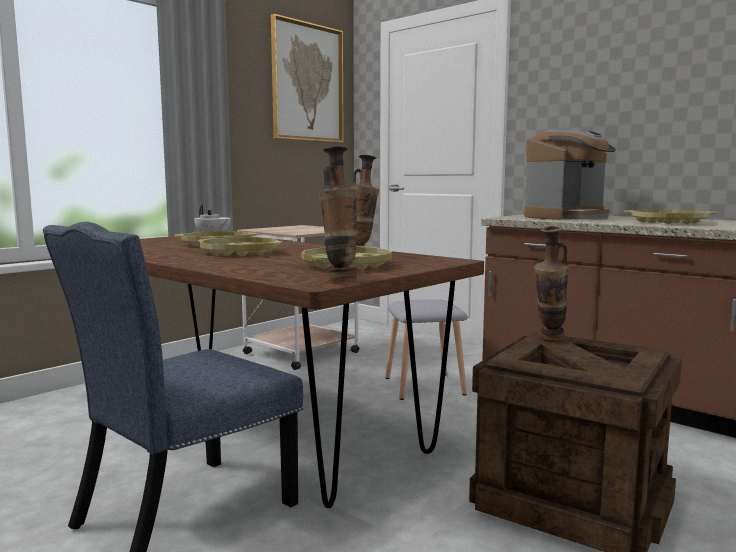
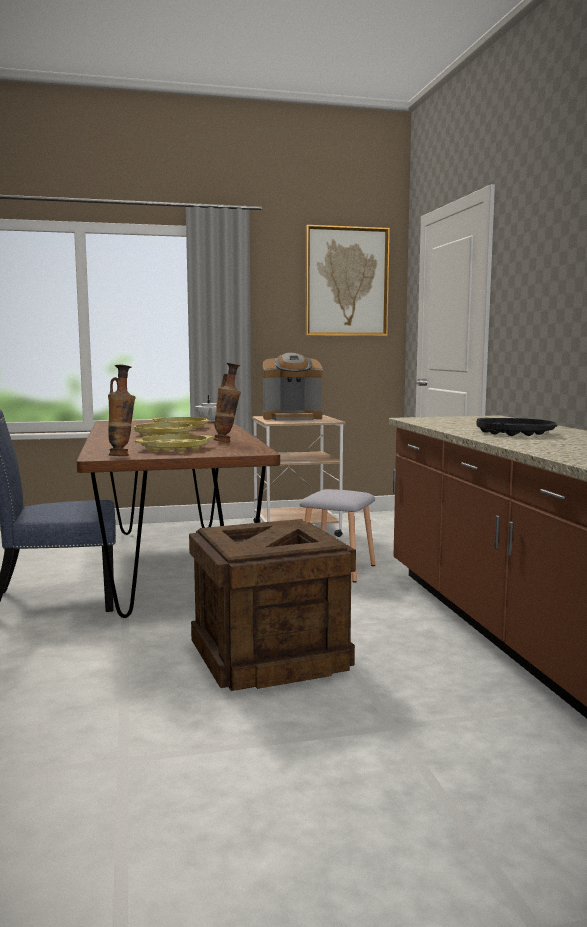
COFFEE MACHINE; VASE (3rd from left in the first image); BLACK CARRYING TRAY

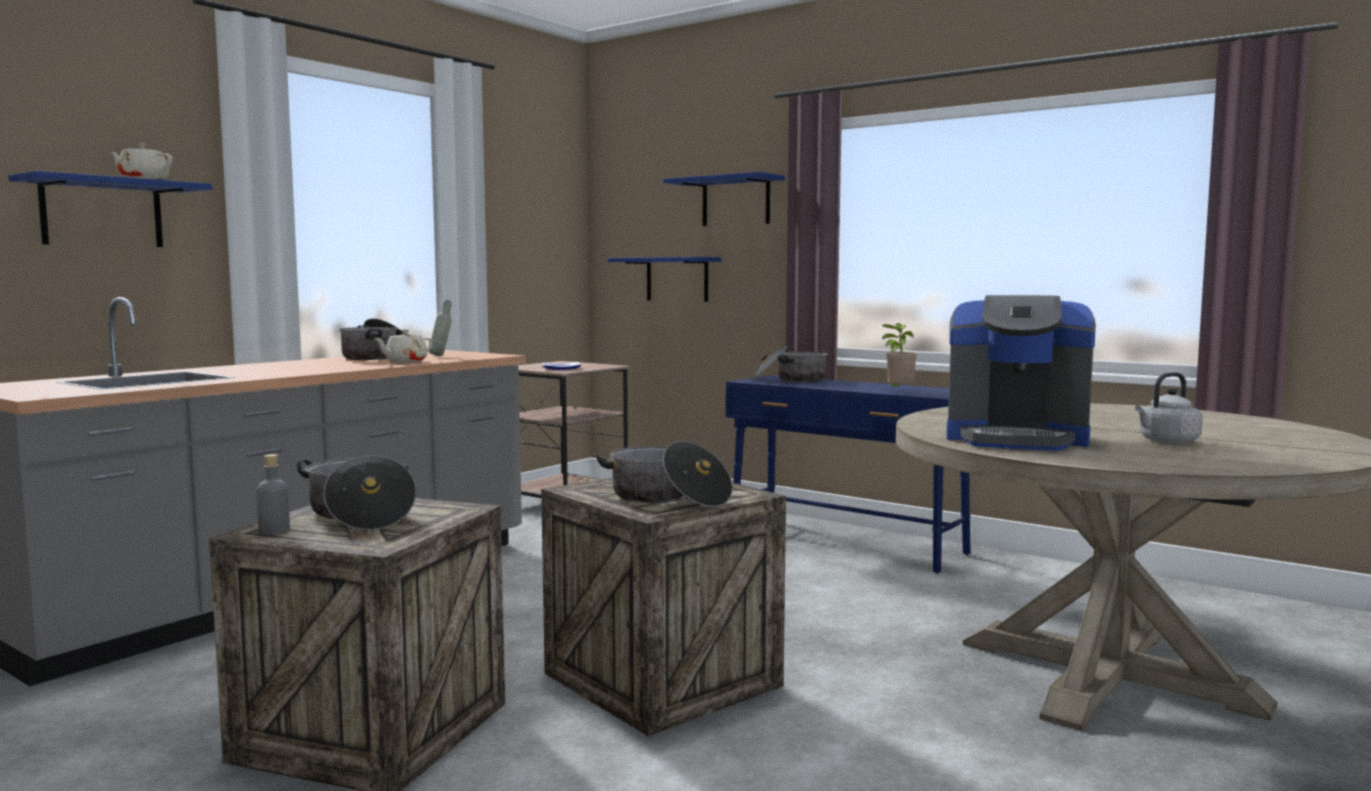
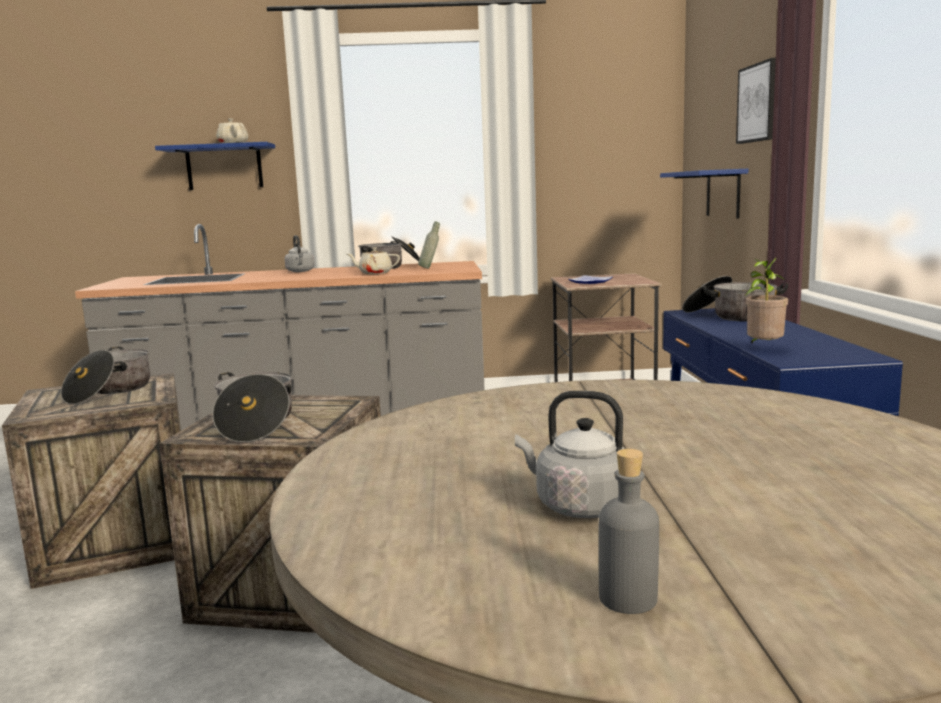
GREY BEVERAGE BOTTLE (2nd from left); WALL PICTURE; COFFEE MACHINE; GREY KETTLE (1st from left)

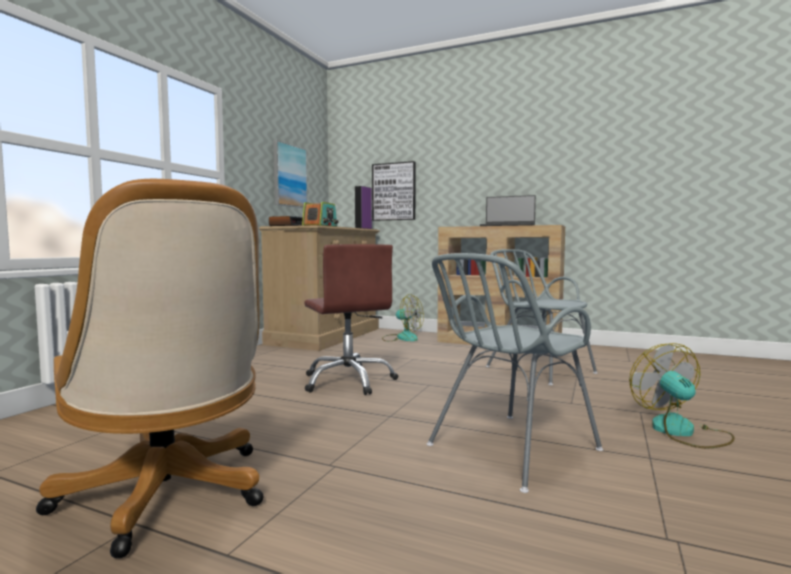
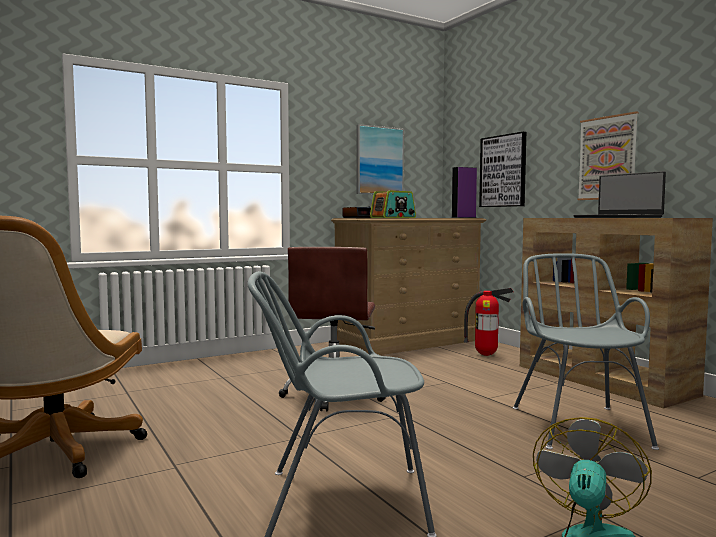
FIRE EXTINGUISHER; WALL PICTURE (3rd from left)

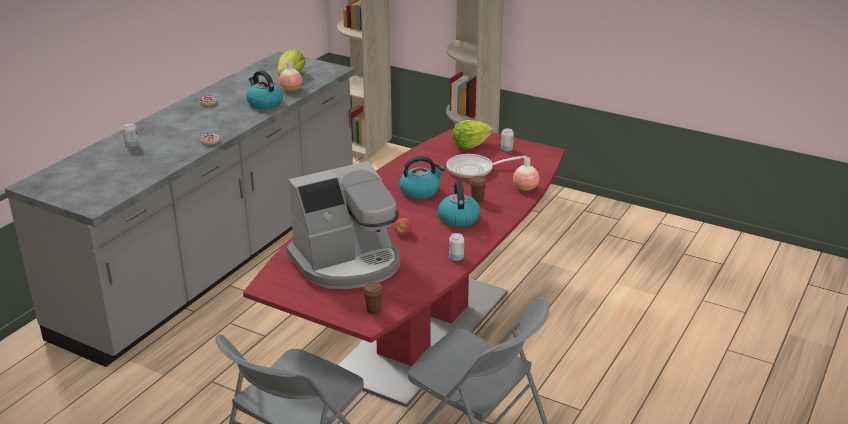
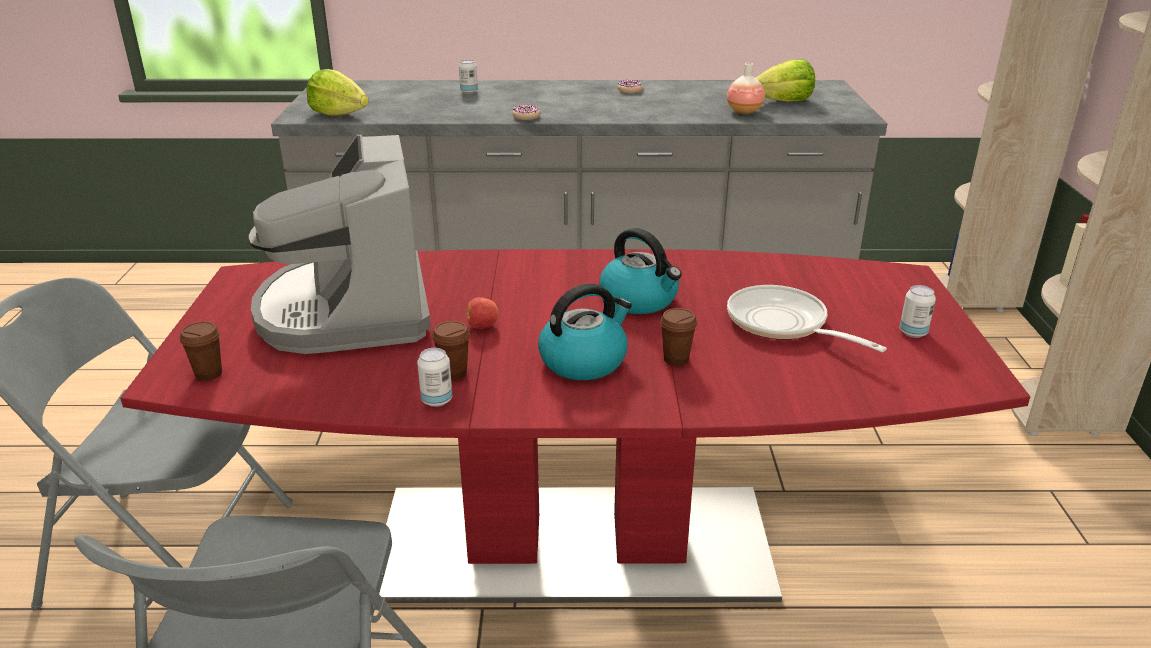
KETTLE (1st from left in the first image); COFFEE MACHINE; LETTUCE (1st from left); VASE (2nd from left in the first image); BROWN CUP (2nd from left)

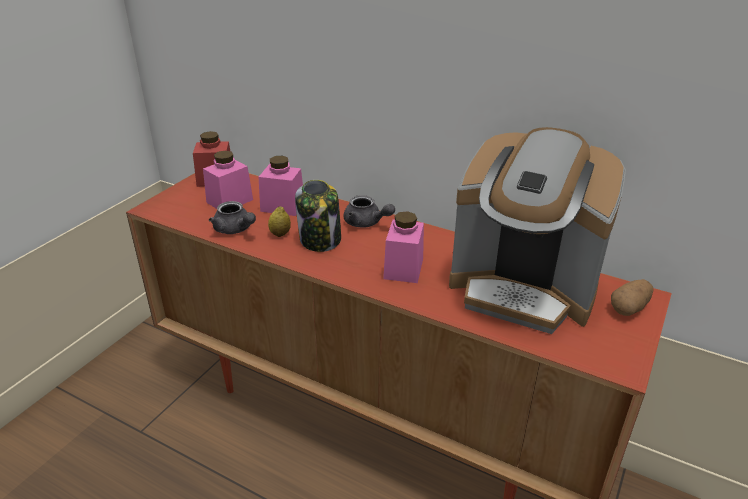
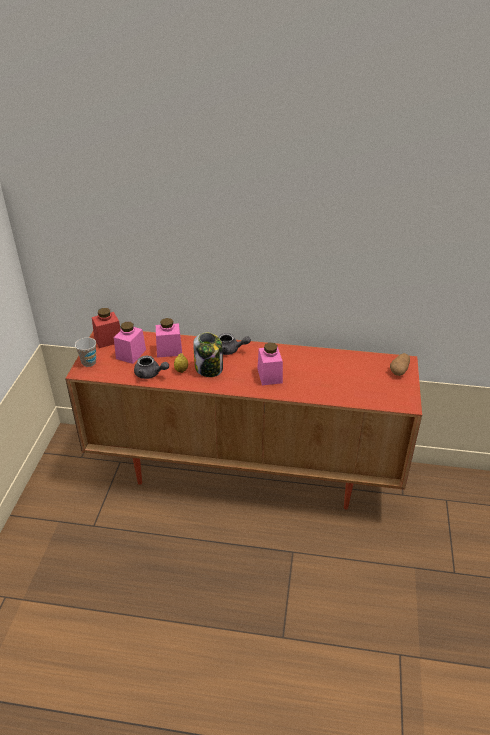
COFFEE MACHINE; CUP

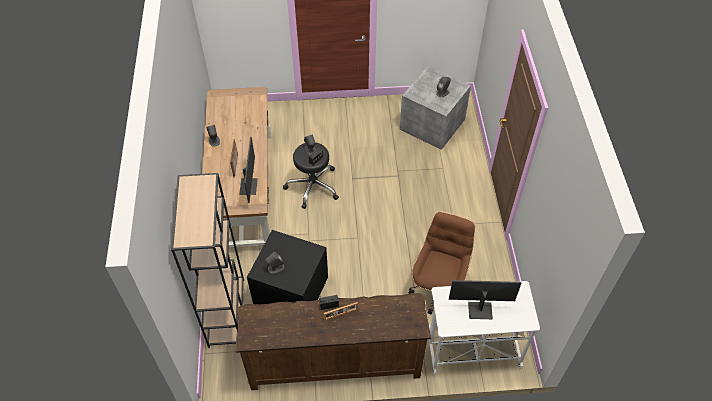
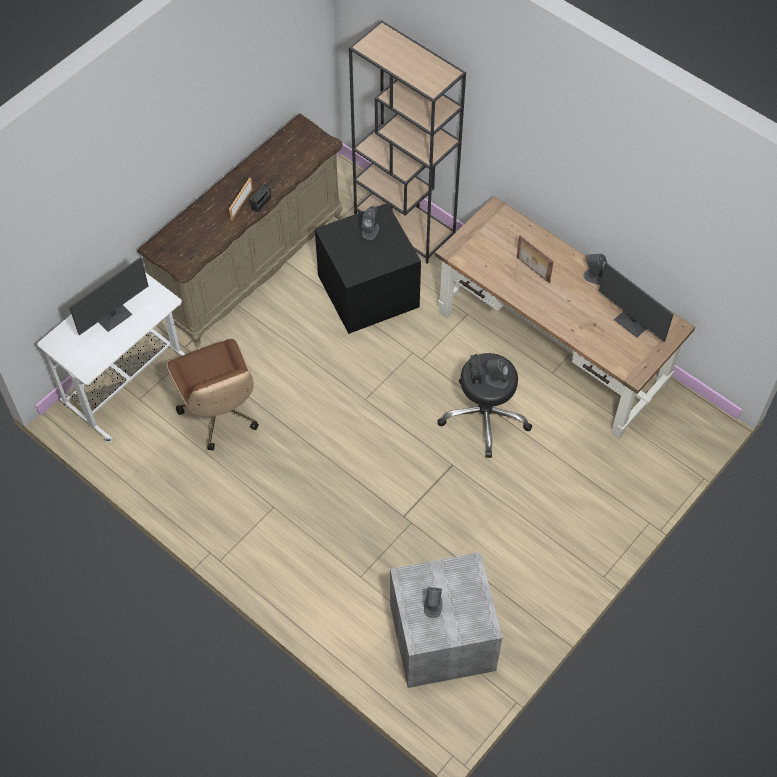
COMPUTER SCREEN (2nd from left)

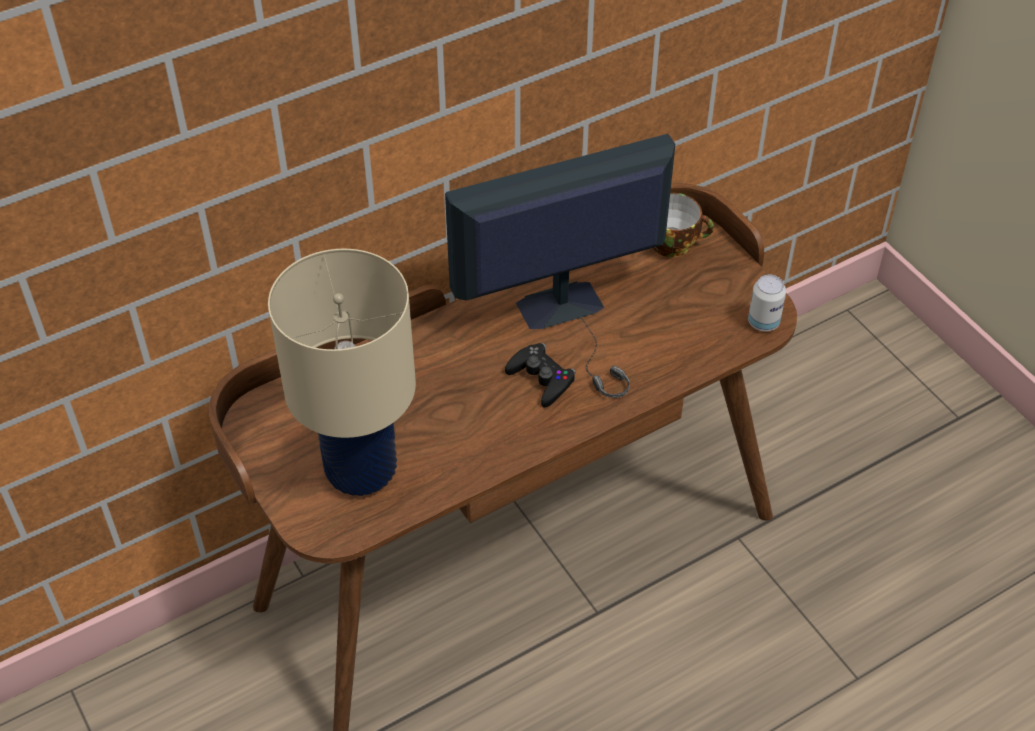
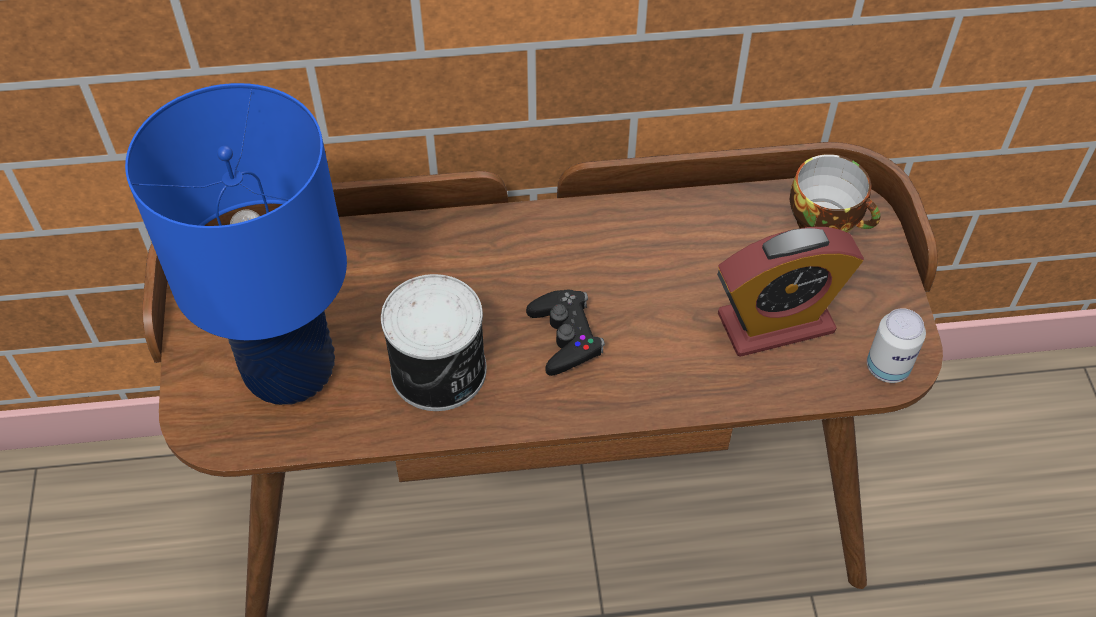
BLUE-COLOURED LAMP FOR A TABLE; COMPUTER SCREEN; HEADSET; METAL CAN (1st from left); TABLE CLOCK

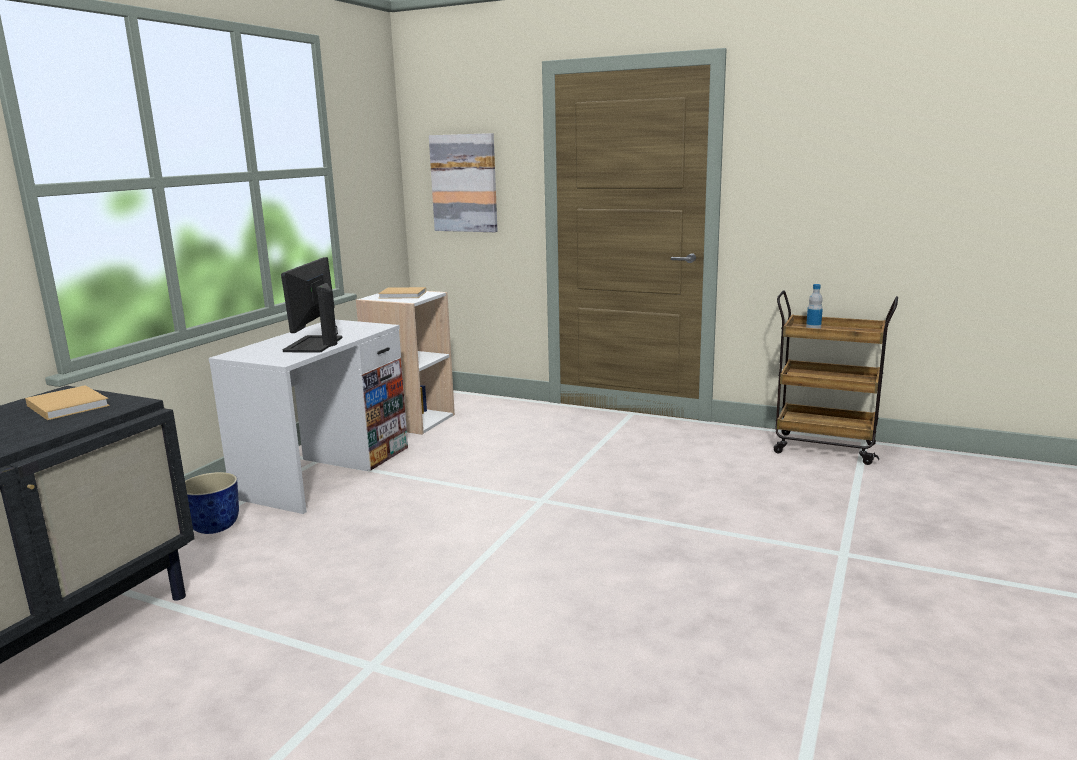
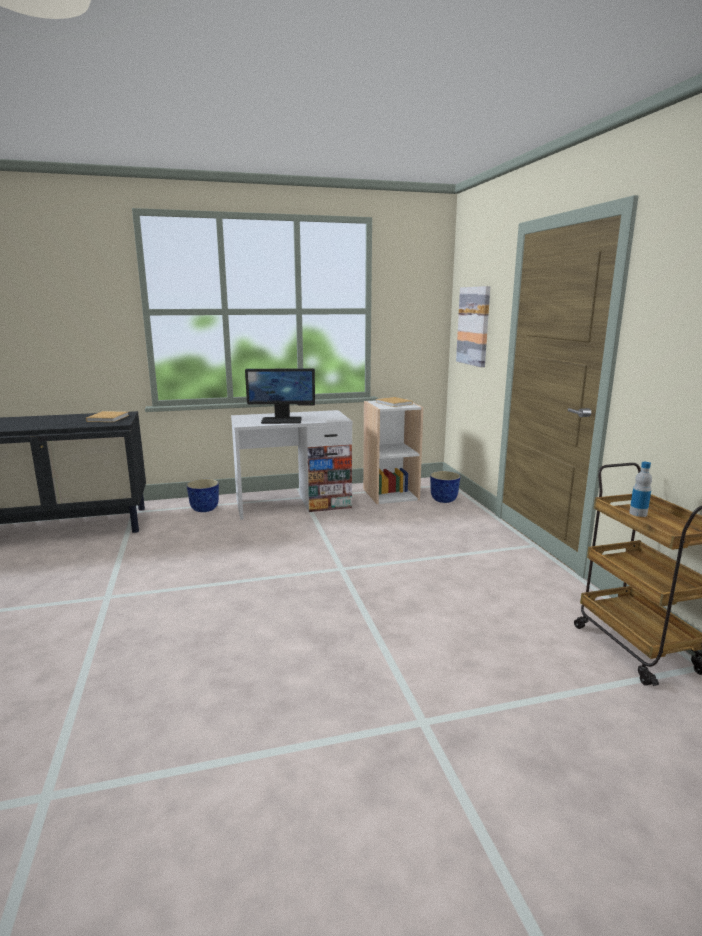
COMPUTER SCREEN; PLANTER (2nd from left)

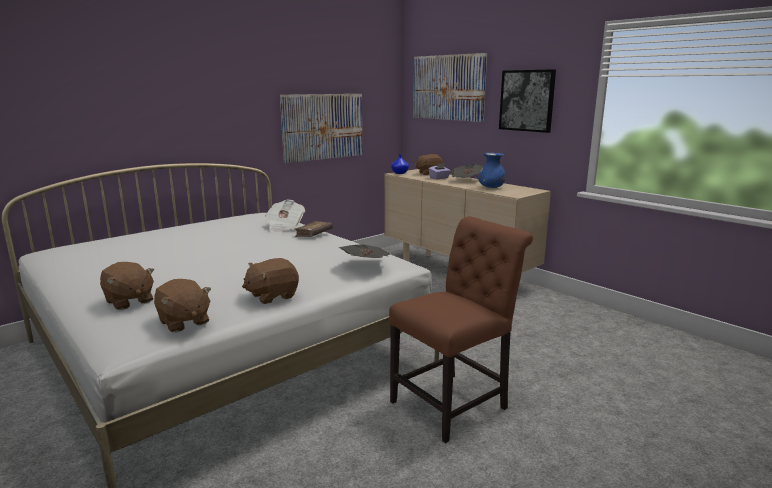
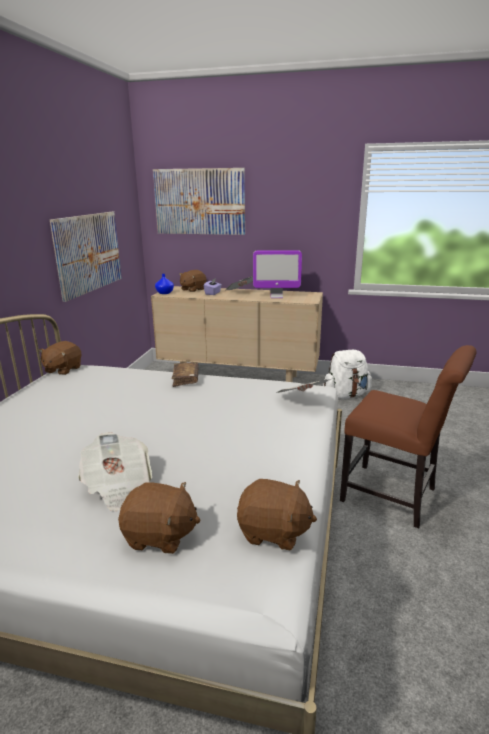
BROWN SOFT TOY (1st from left); NEWSPAPER (1st from left); BROWN UPRIGHT CHAIR; COMPUTER SCREEN; WALL PICTURE (3rd from left in the first image); WHITISH RUCKSACK

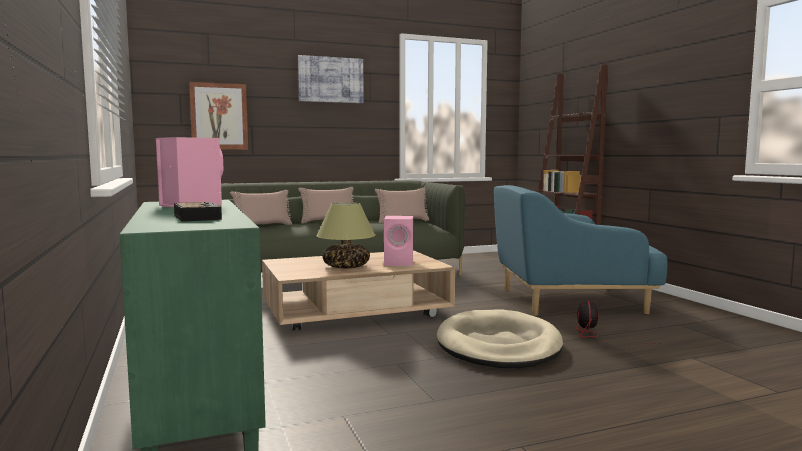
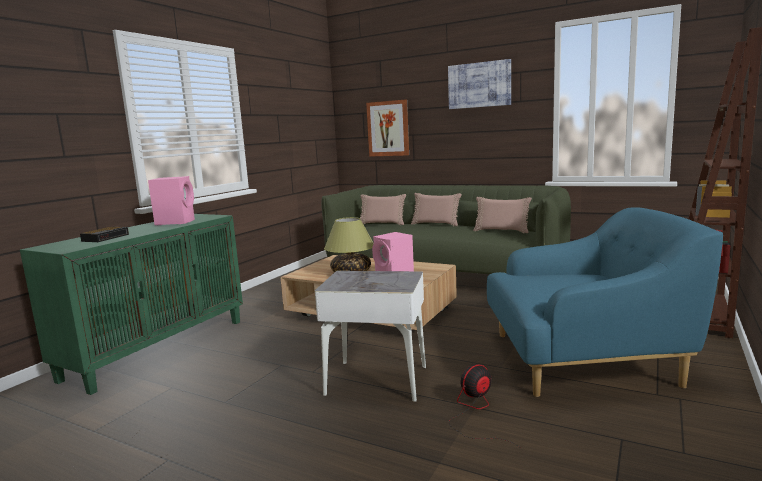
SIDE TABLE; BLUE-COLOURED EASY CHAIR

